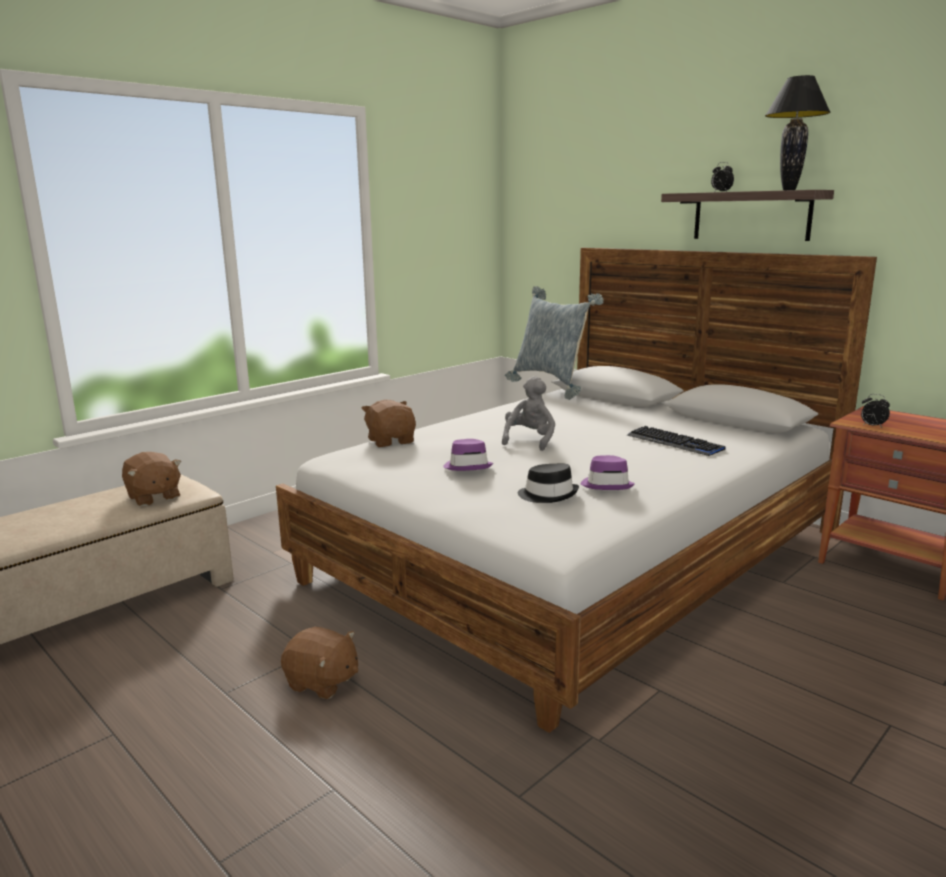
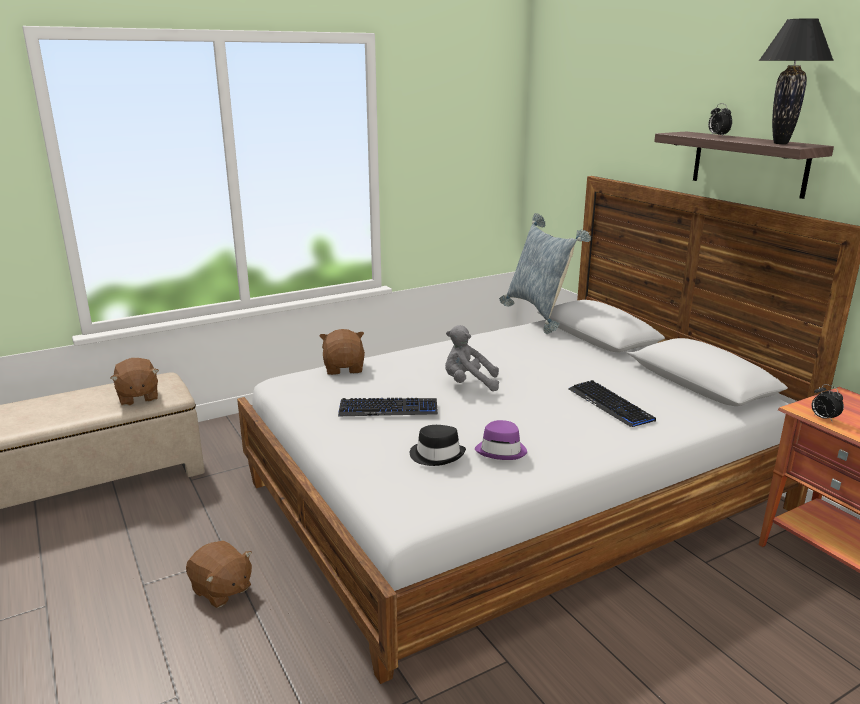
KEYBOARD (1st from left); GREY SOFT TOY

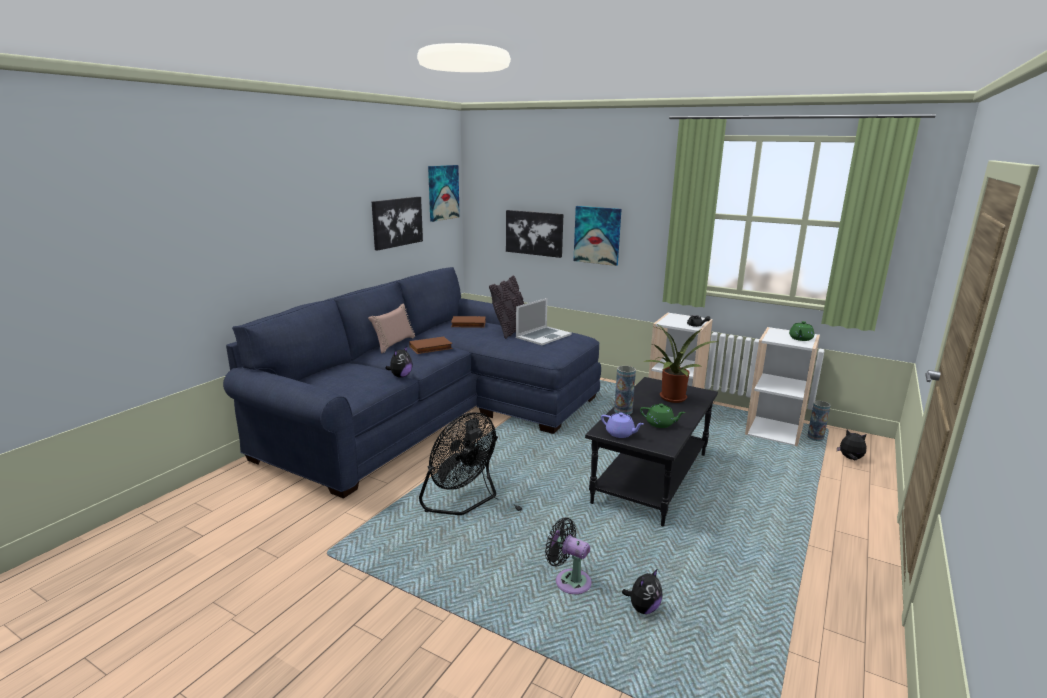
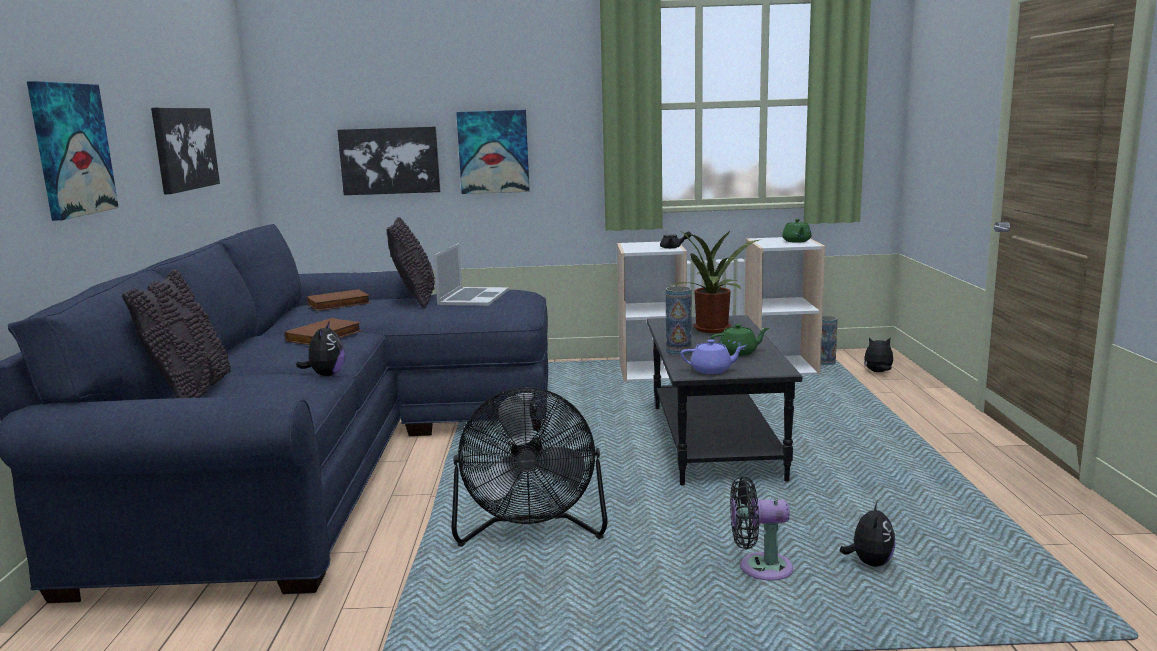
BEIGE CUSHION; BLACK ELECTRIC FAN (1st from left); WALL PICTURE (1st from left); BLACK CUSHION (1st from left)

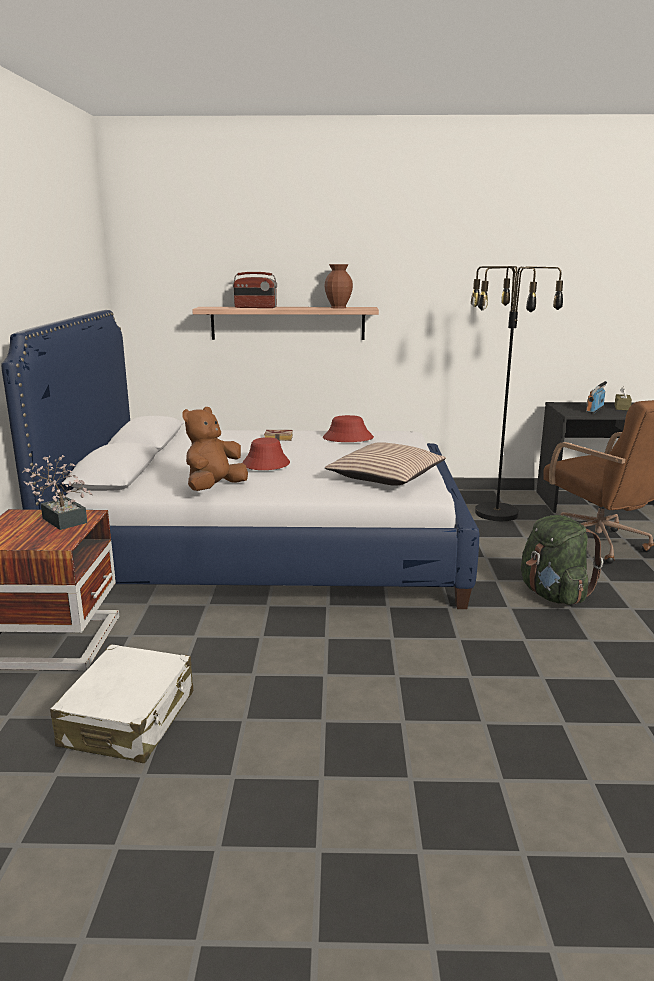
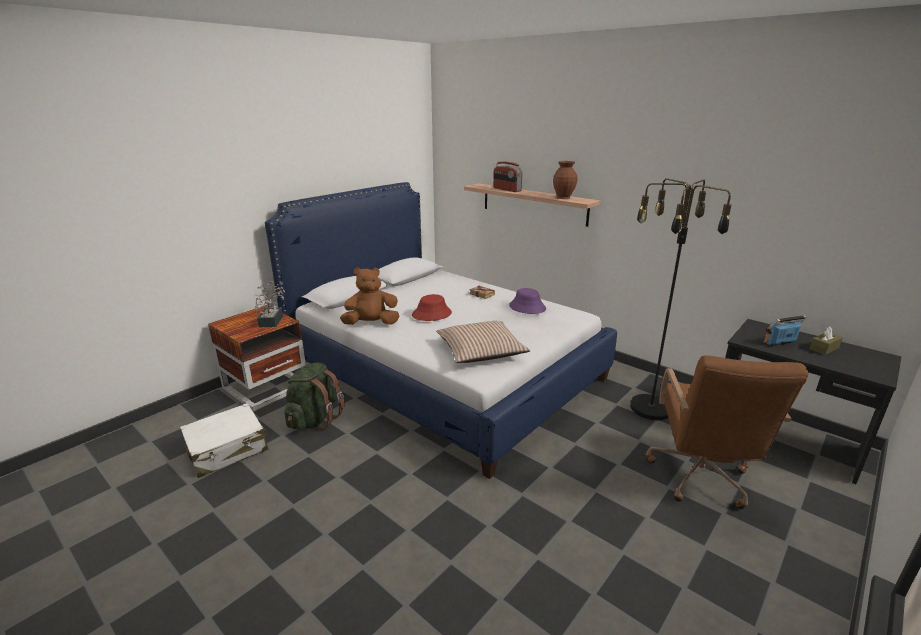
PURPLE-COLOURED WEARABLE HAT; GREEN-COLOURED RUCKSACK

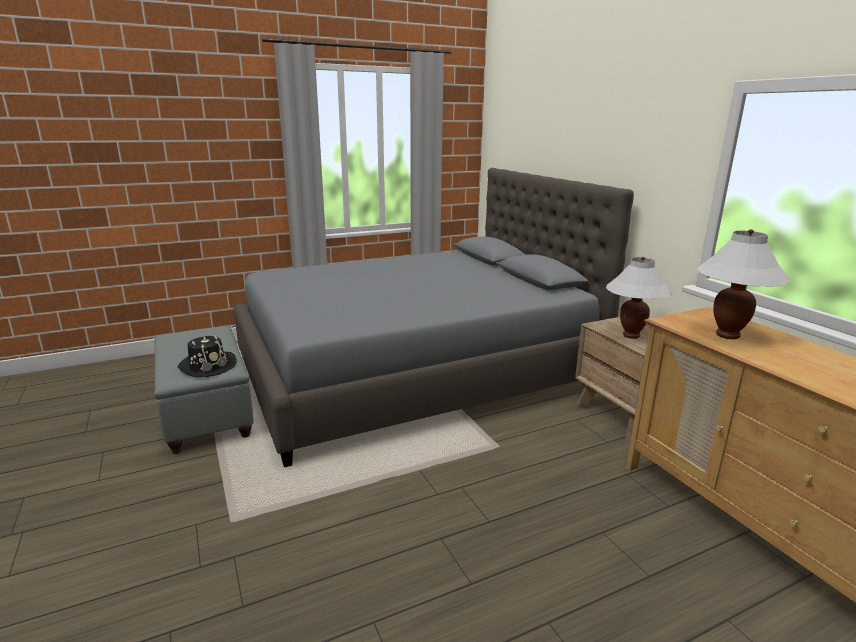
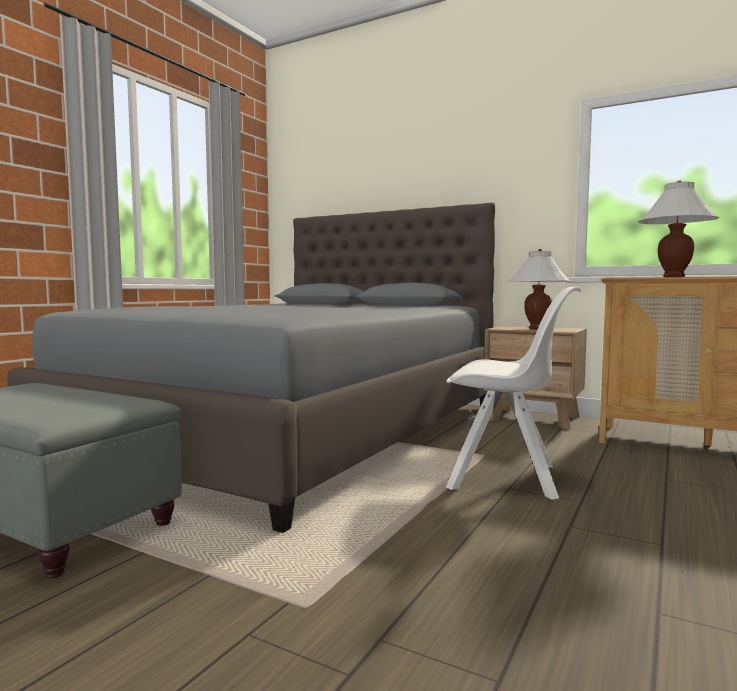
BLACK WEARABLE HAT; WHITISH UPRIGHT CHAIR

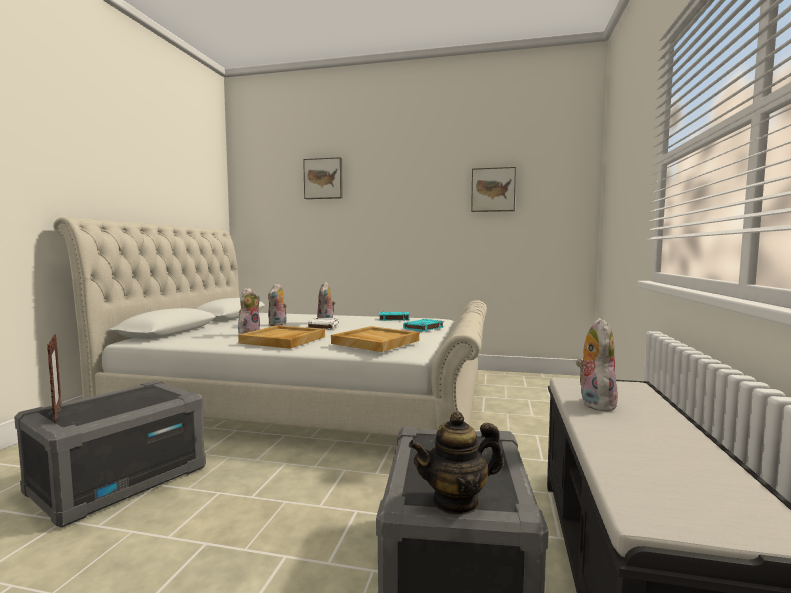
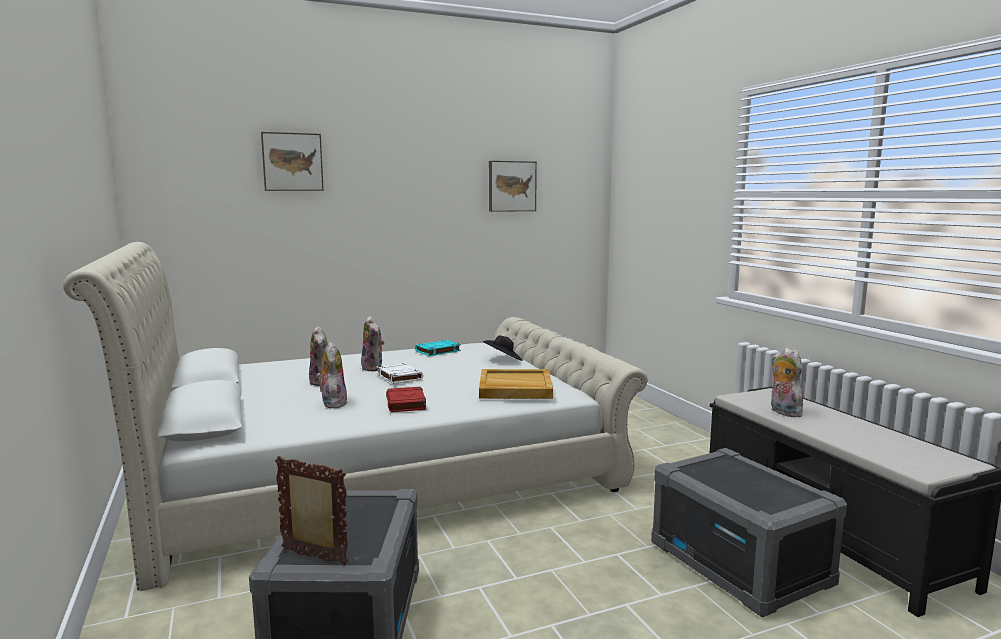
RED BOOK; BLACK WEARABLE HAT; TEA POT

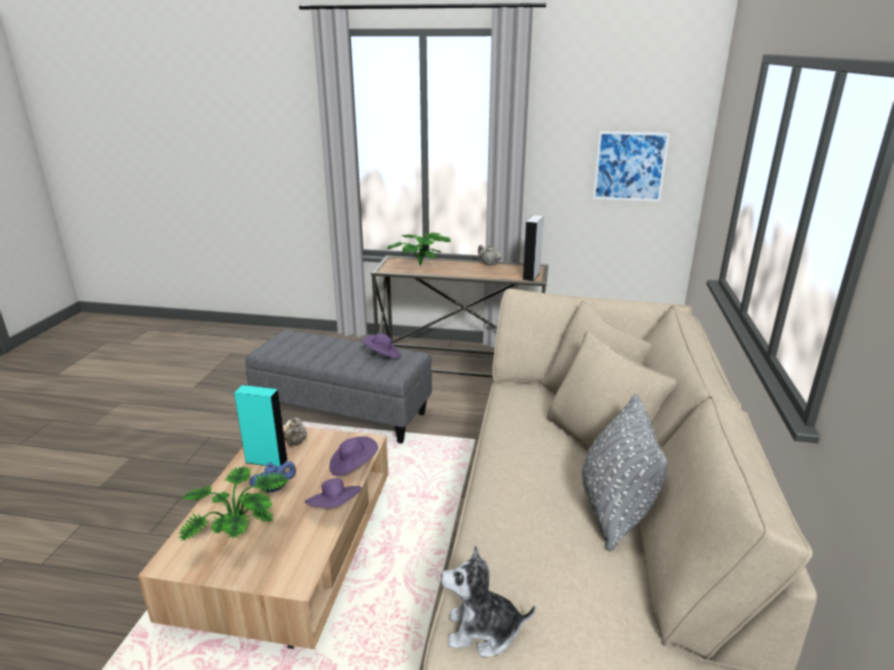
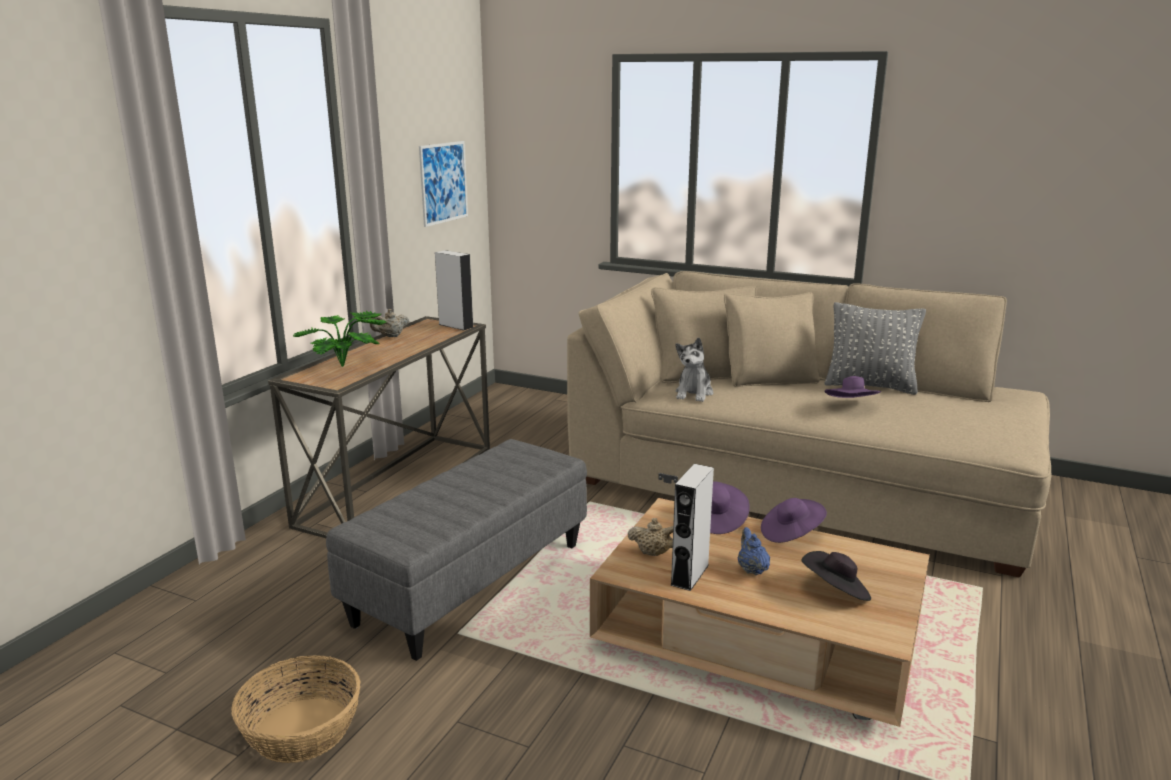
BLACK WEARABLE HAT; GREY AUDIO SPEAKER (2nd from left); PURPLE-COLOURED WEARABLE HAT (3rd from left); SOFT TOY; BASKET

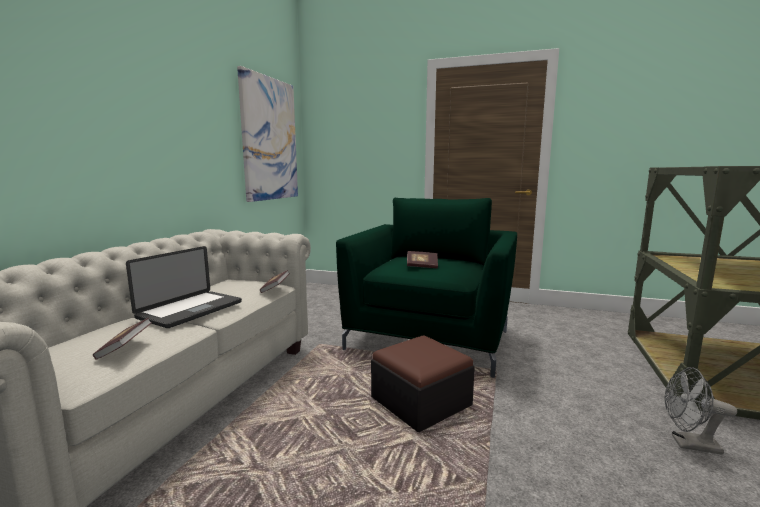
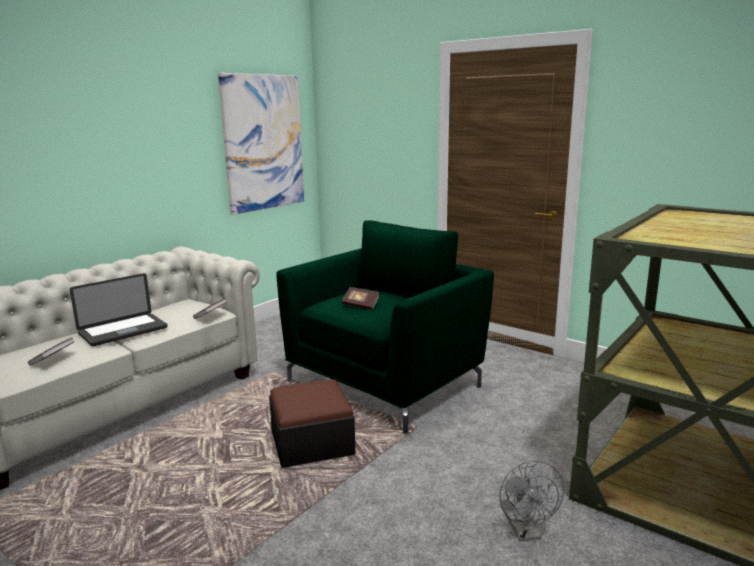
GREY ELECTRIC FAN

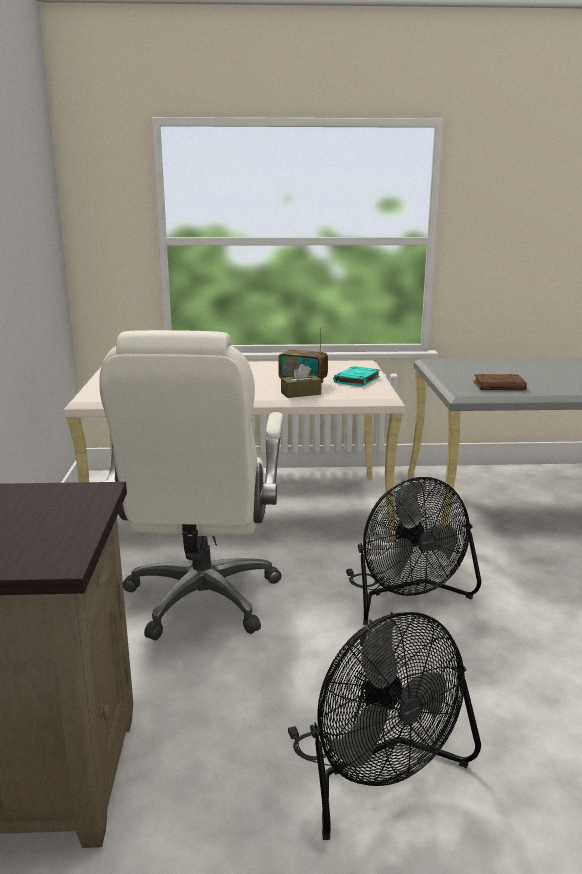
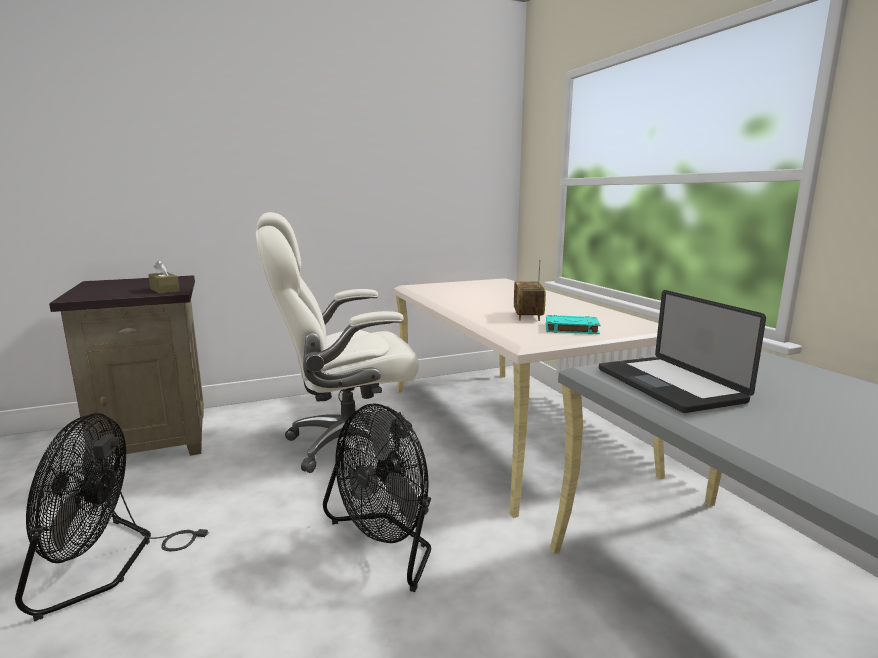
BROWN TISSUE HOLDER; BLACK ELECTRIC FAN (1st from left); LAPTOP

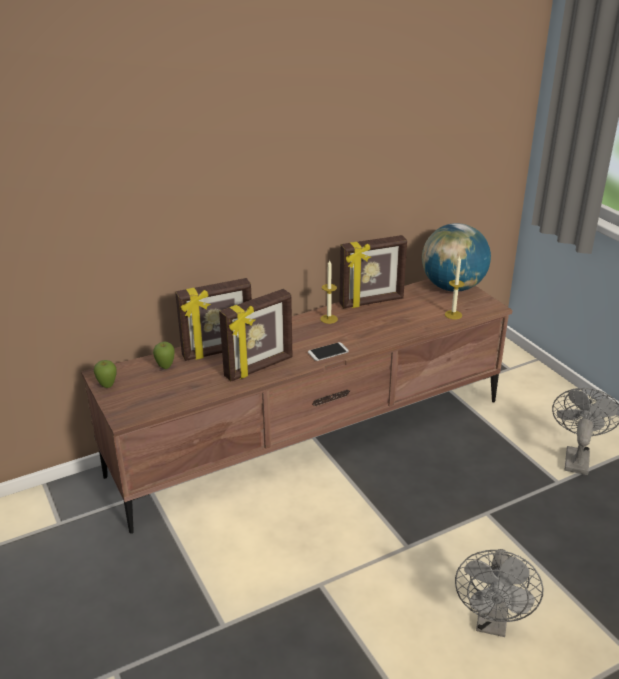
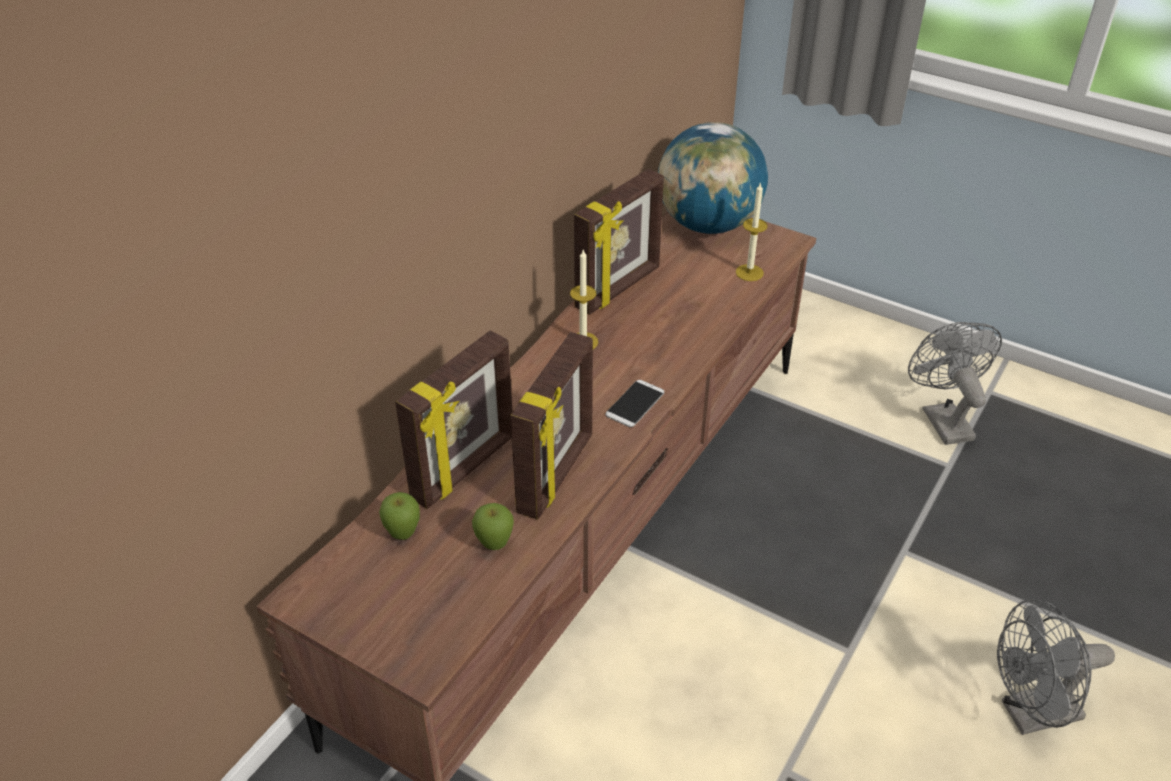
WHOLE APPLE (2nd from left); GREY ELECTRIC FAN (2nd from left)

